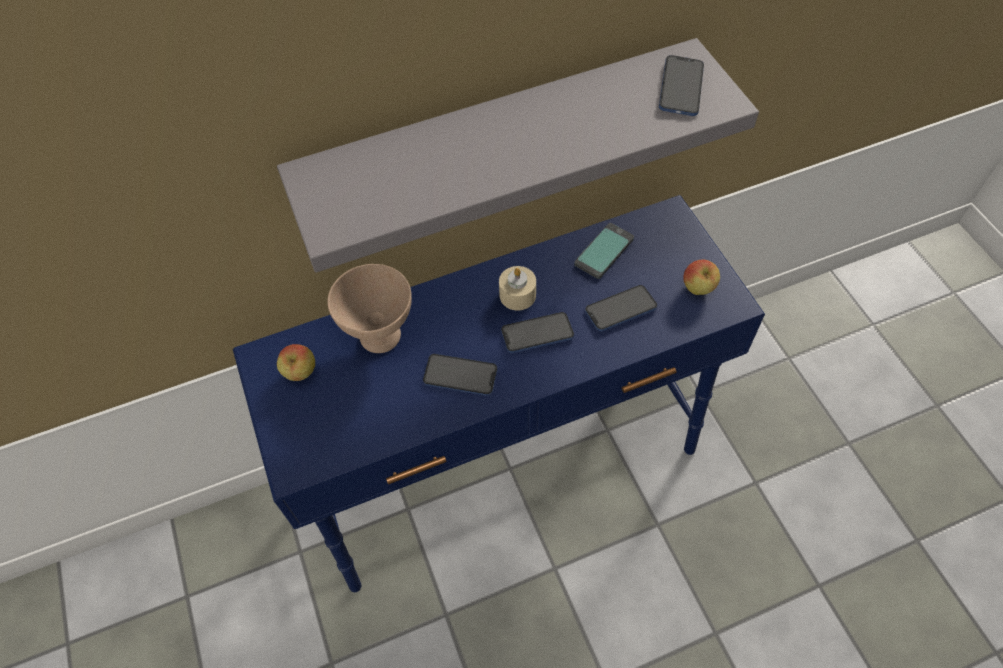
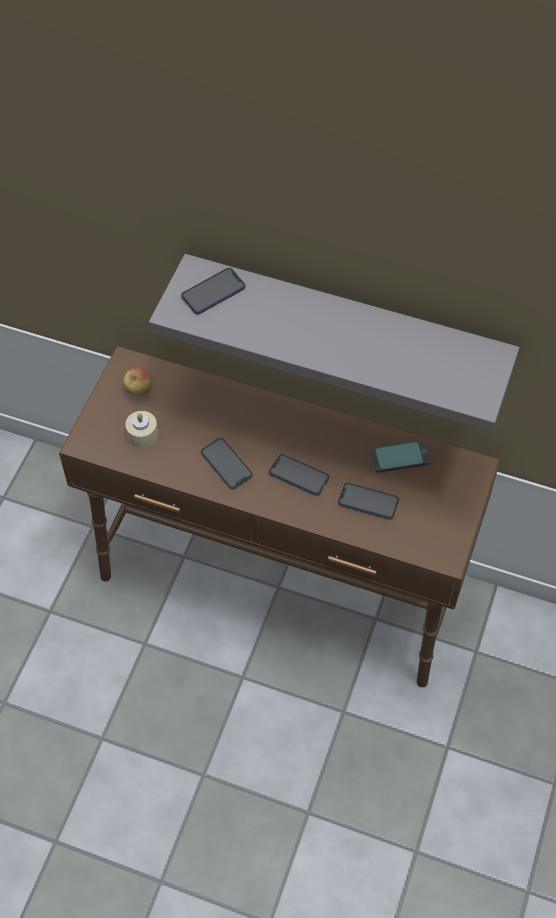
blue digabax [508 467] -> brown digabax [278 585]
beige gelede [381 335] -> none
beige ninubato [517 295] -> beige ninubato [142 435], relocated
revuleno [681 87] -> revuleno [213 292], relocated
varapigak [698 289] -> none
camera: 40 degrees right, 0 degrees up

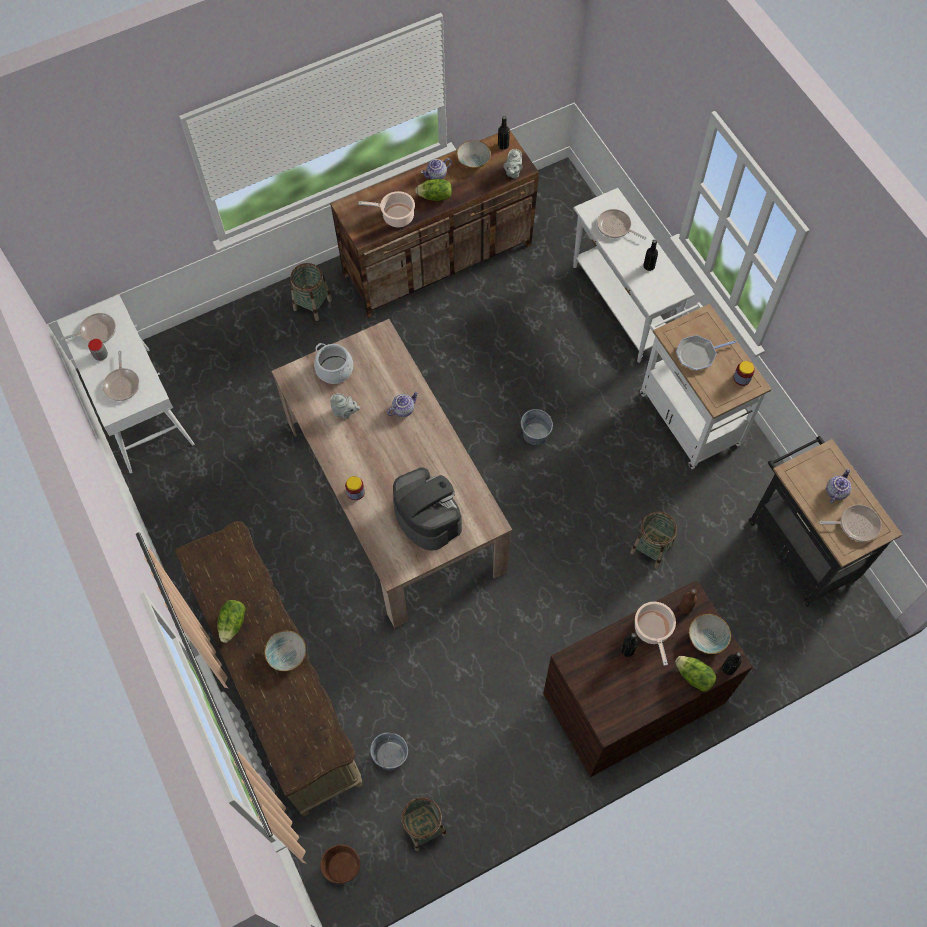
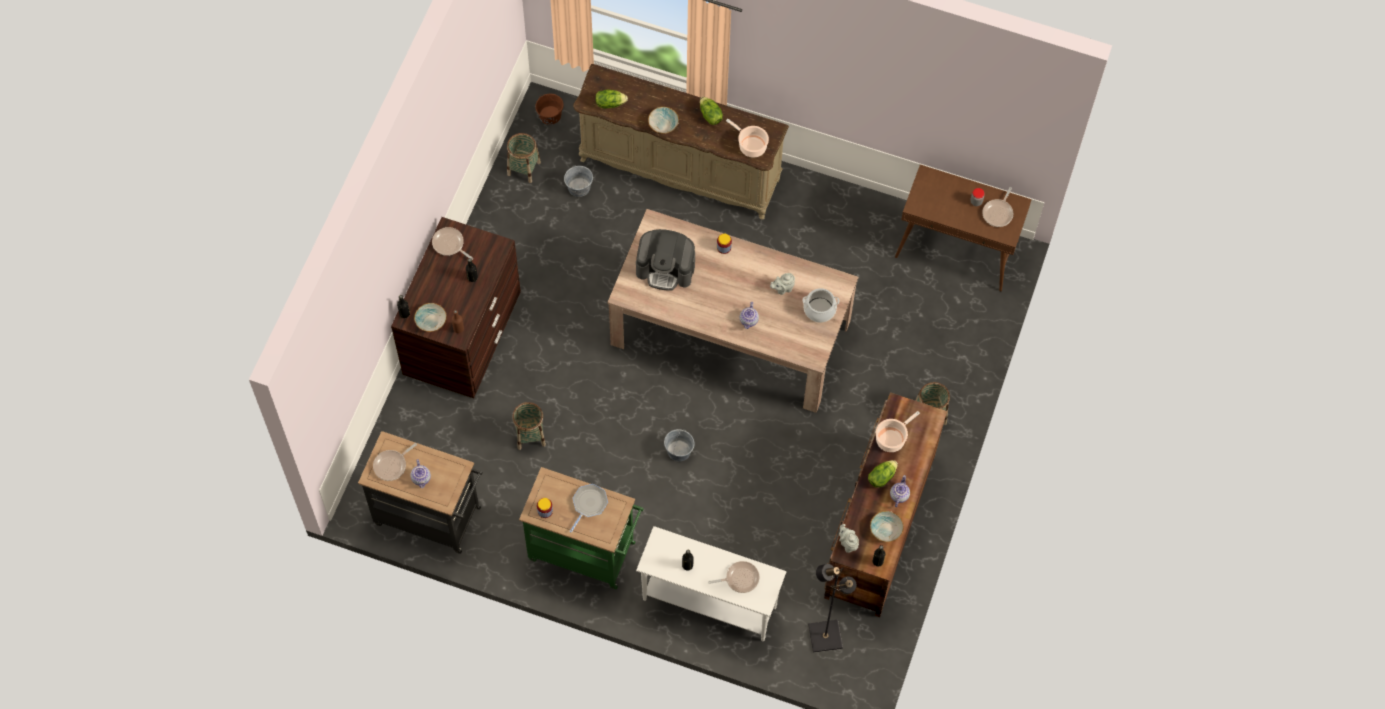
white digabax [139 409] -> brown digabax [957 249]
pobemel [122 384] -> pobemel [449 244], relocated
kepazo [653 630] -> kepazo [751 145], relocated
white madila [687 416] -> green madila [585 552]
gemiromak [694 677] -> gemiromak [610 103], relocated
none -> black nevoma [825 636]
camera: 135 degrees right, 0 degrees up

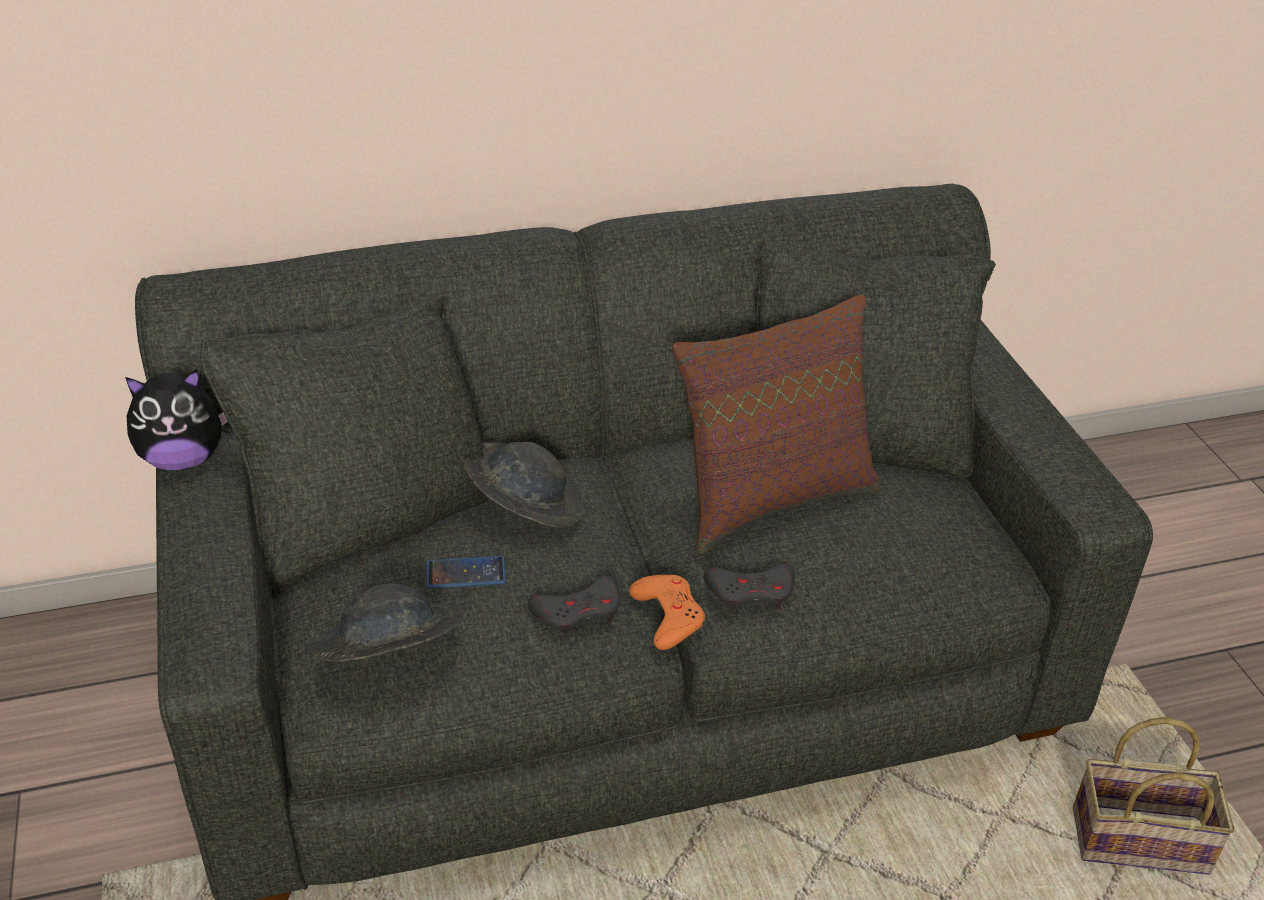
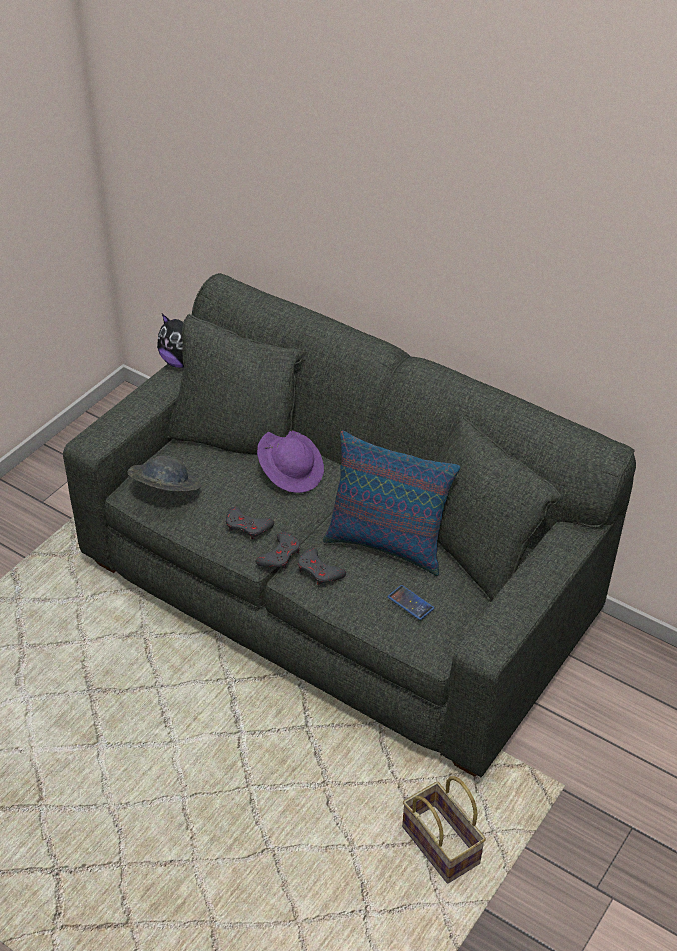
revuleno [466 573] -> revuleno [410 603], relocated
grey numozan [523 507] -> purple numozan [291 473]
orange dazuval [668 616] -> grey dazuval [280 555]
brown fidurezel [774 503] -> blue fidurezel [386 546]
camera: 50 degrees right, 5 degrees up

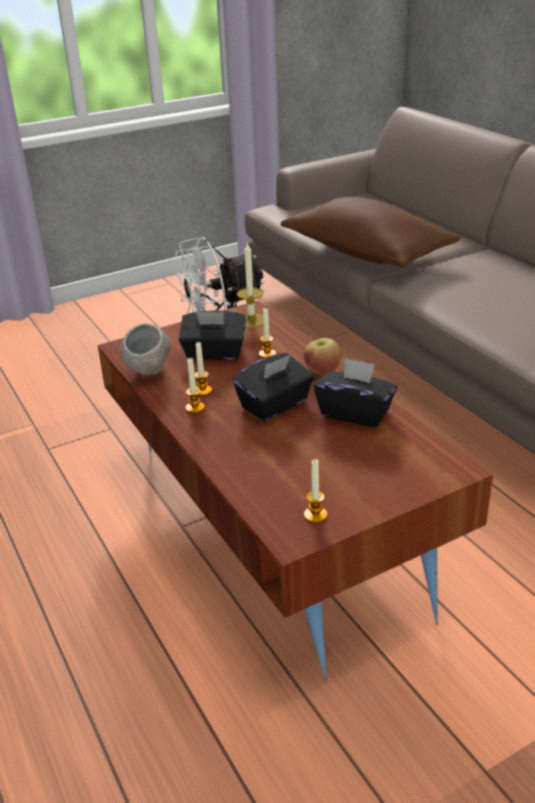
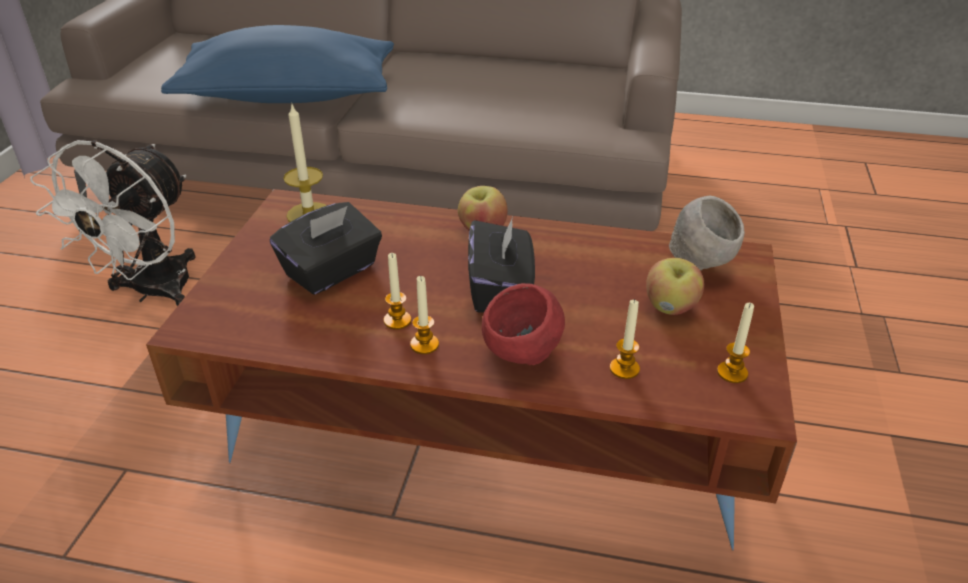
grey gelede [149 373] -> grey gelede [700 266], relocated
ninubato [267 354] -> ninubato [624 369], relocated
brown fidurezel [367 254] -> blue fidurezel [289 96]
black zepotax [355 413] -> none
none -> red gelede [522 360]
none -> varapigak [671 307]
camera: 50 degrees left, 5 degrees up

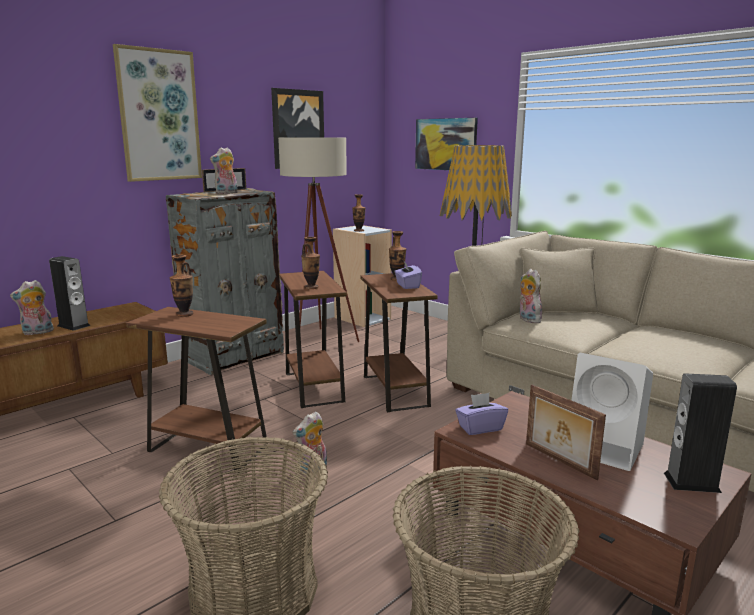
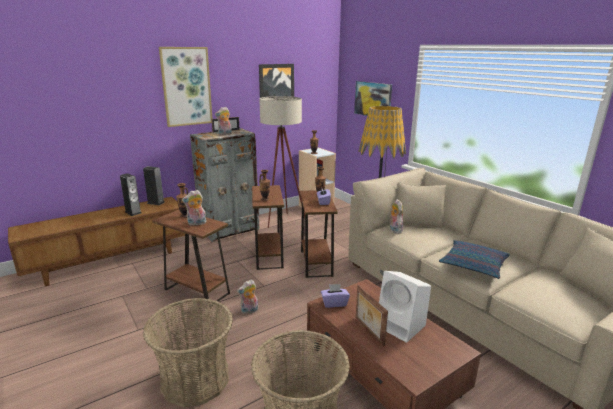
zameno [37 332] -> zameno [196 223], relocated
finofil [691 482] -> finofil [156 202], relocated
none -> blue fidurezel [473 266]
camera: 10 degrees right, 5 degrees up

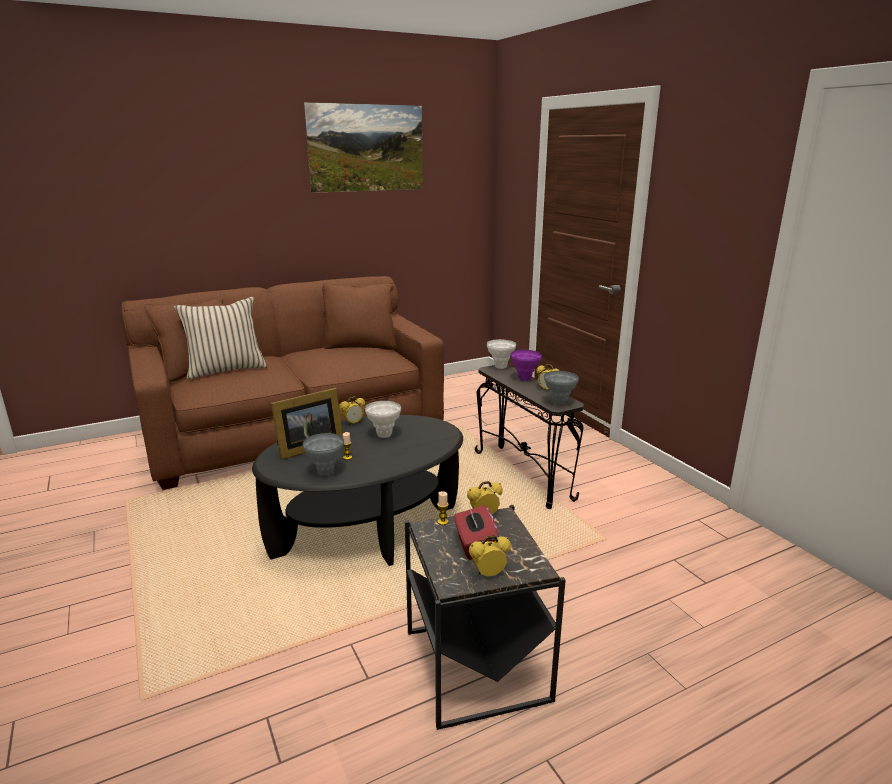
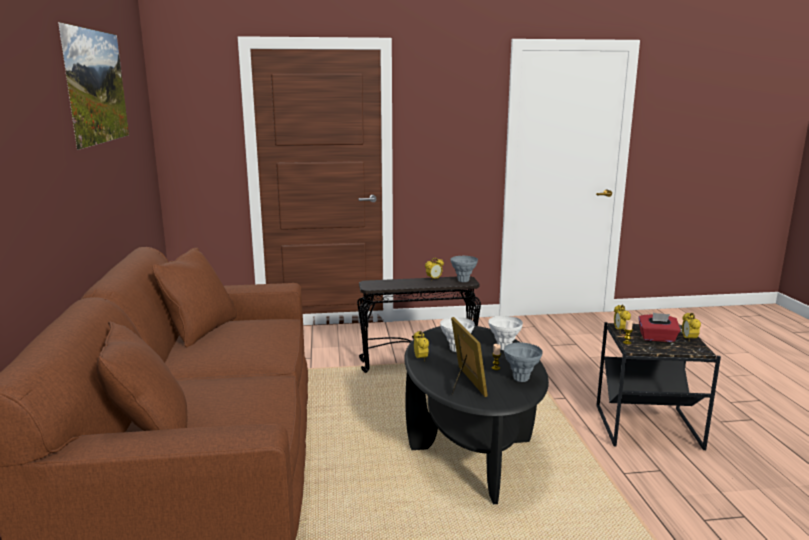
beige fidurezel [226 369] -> none
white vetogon [500 367] -> white vetogon [504 348], relocated
purple vetogon [524 379] -> none
camera: 70 degrees left, 5 degrees down

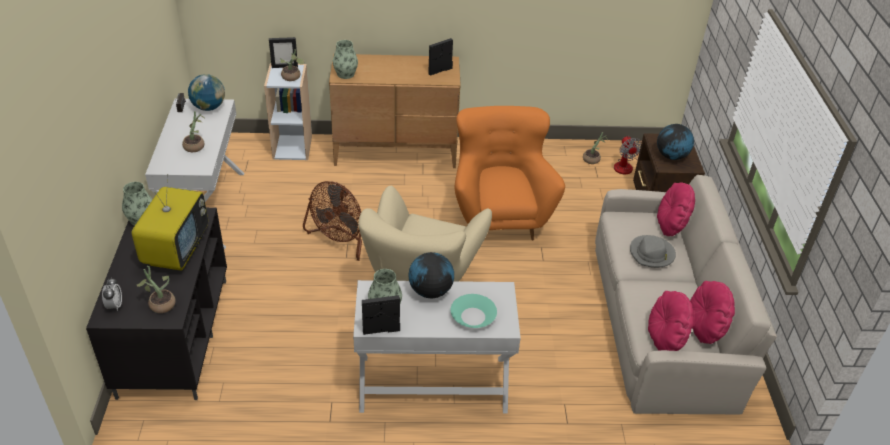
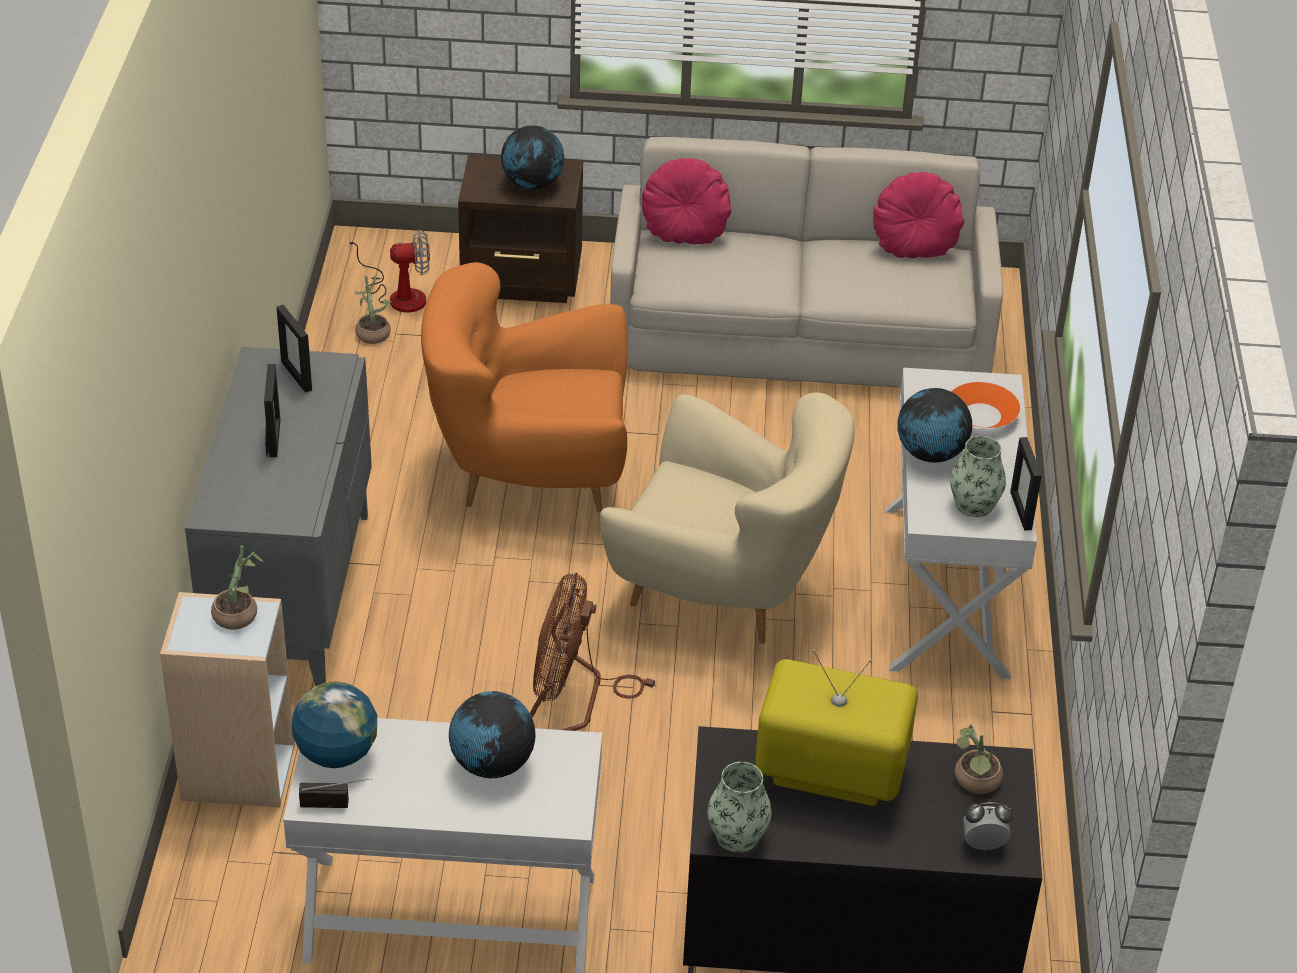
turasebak [196 146] -> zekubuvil [492 764]
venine [284 66] -> venine [273 438], relocated
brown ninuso [339 238] -> brown ninuso [574 695], 150 degrees clockwise
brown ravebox [396 152] -> grey ravebox [293 600]
vetogon [345 74] -> none
turquoise gelede [473 316] -> orange gelede [981 415]
grey numozan [652 254] -> none
pink fidurezel [665 340] -> none
camera: 85 degrees left, 0 degrees up

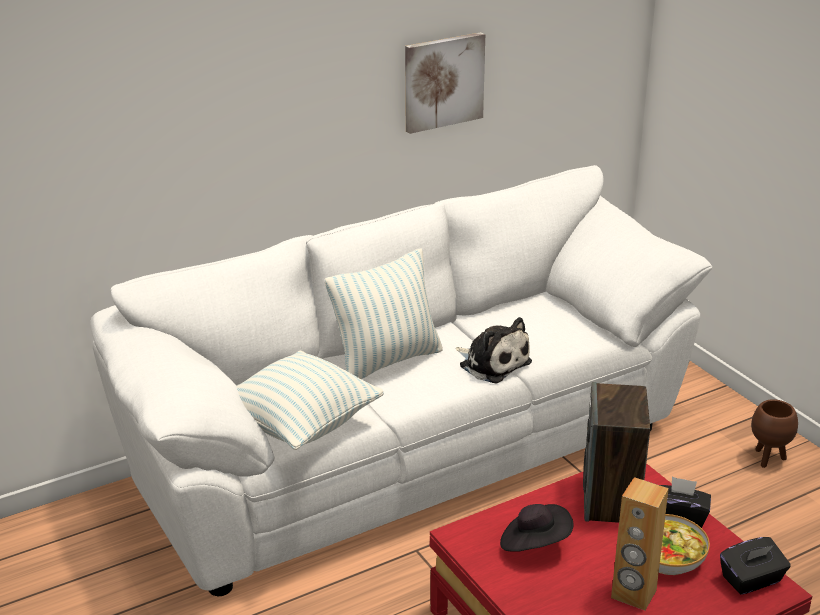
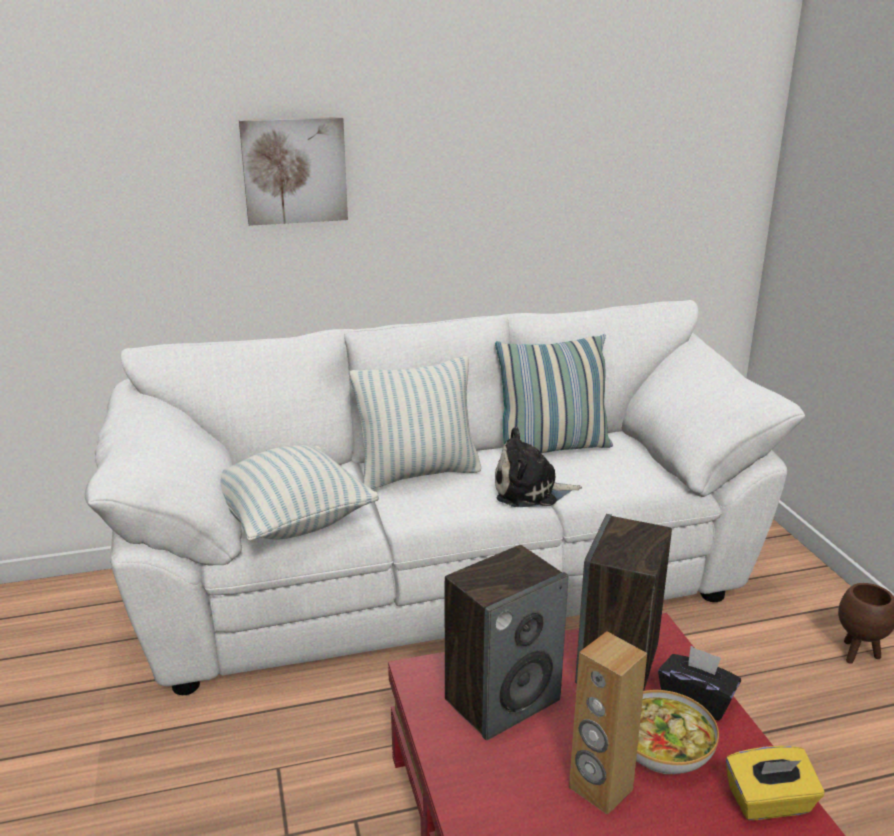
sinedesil [443 81] -> sinedesil [294 170], relocated
zameno [492 363] -> zameno [530 491], 120 degrees clockwise
black numozan [534 544] -> finofil [502 699]
black zepotax [751 580] -> yellow zepotax [769 803]
none -> fidurezel [552 449]
camera: 15 degrees right, 5 degrees down

